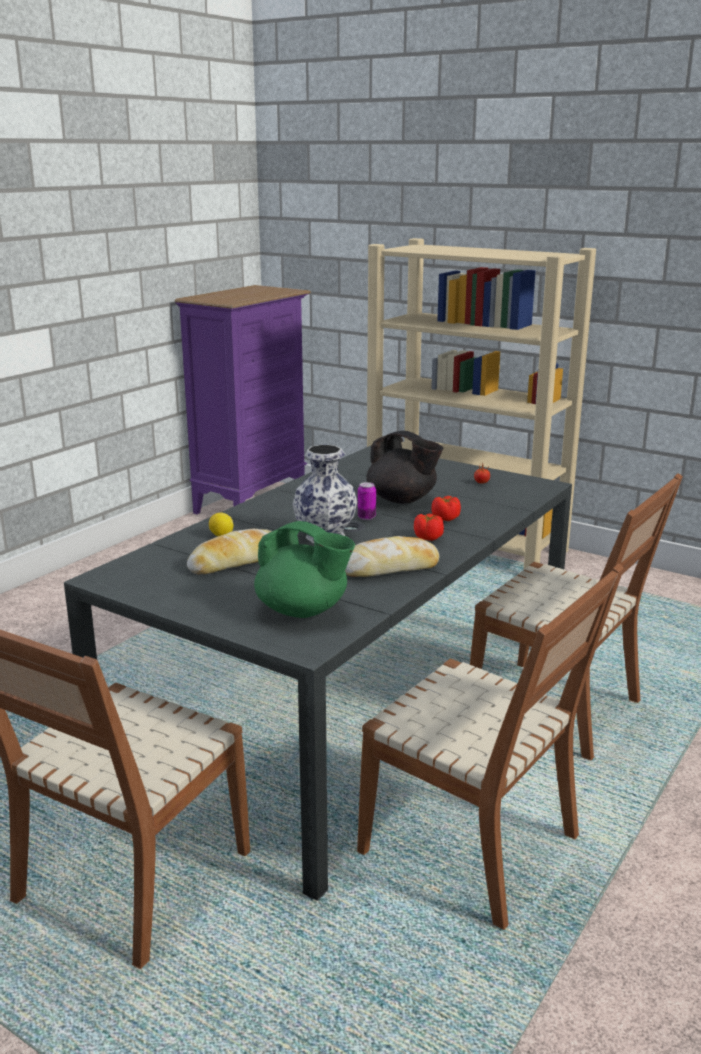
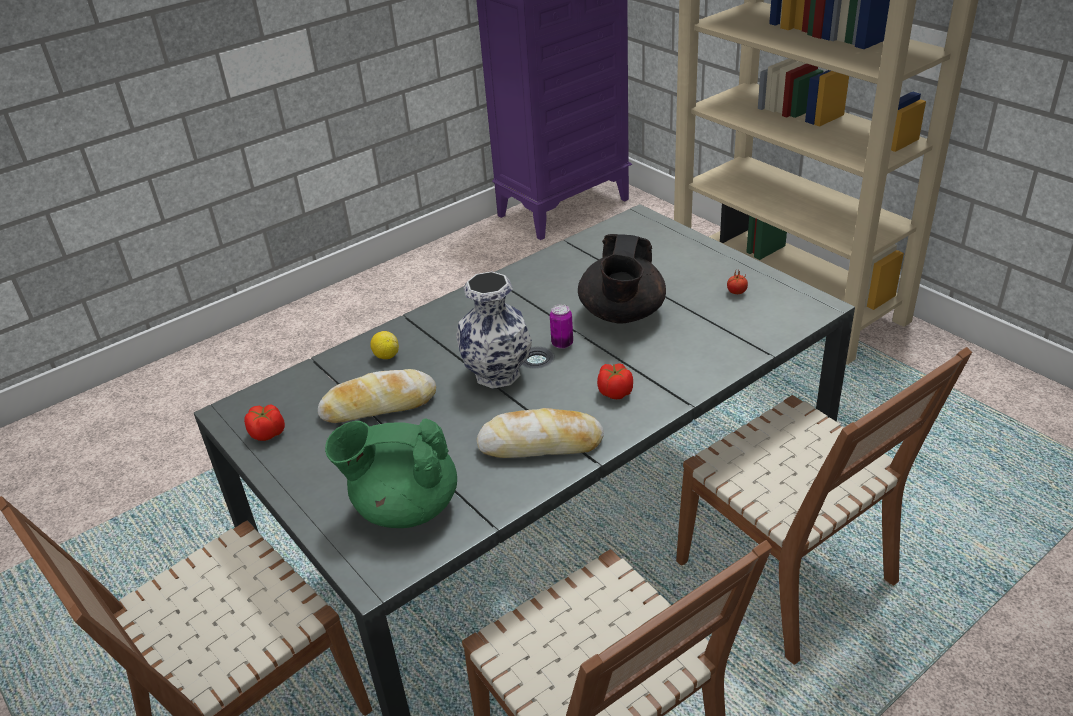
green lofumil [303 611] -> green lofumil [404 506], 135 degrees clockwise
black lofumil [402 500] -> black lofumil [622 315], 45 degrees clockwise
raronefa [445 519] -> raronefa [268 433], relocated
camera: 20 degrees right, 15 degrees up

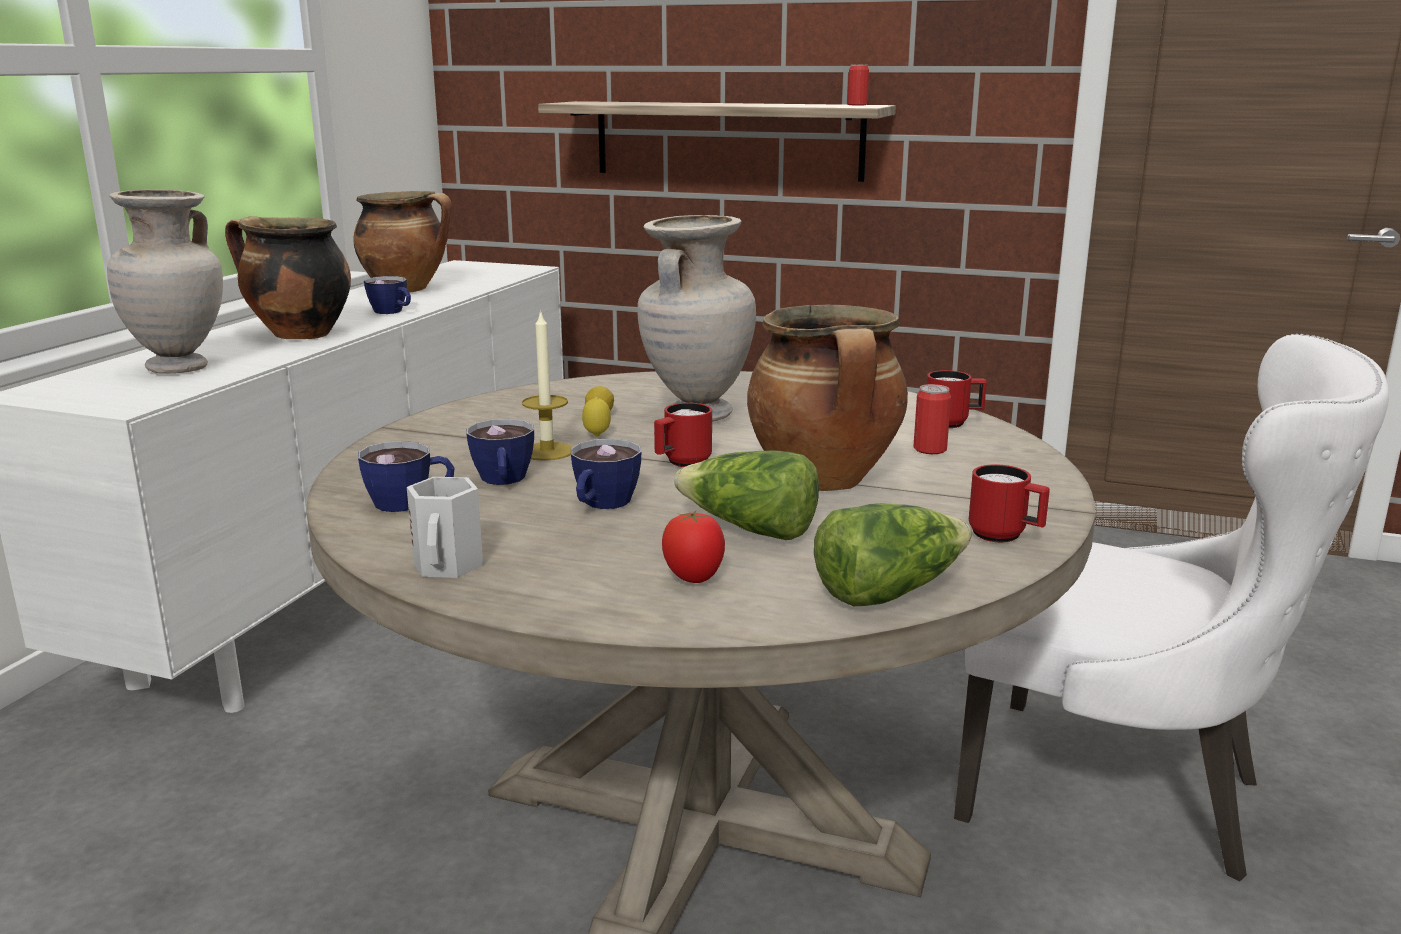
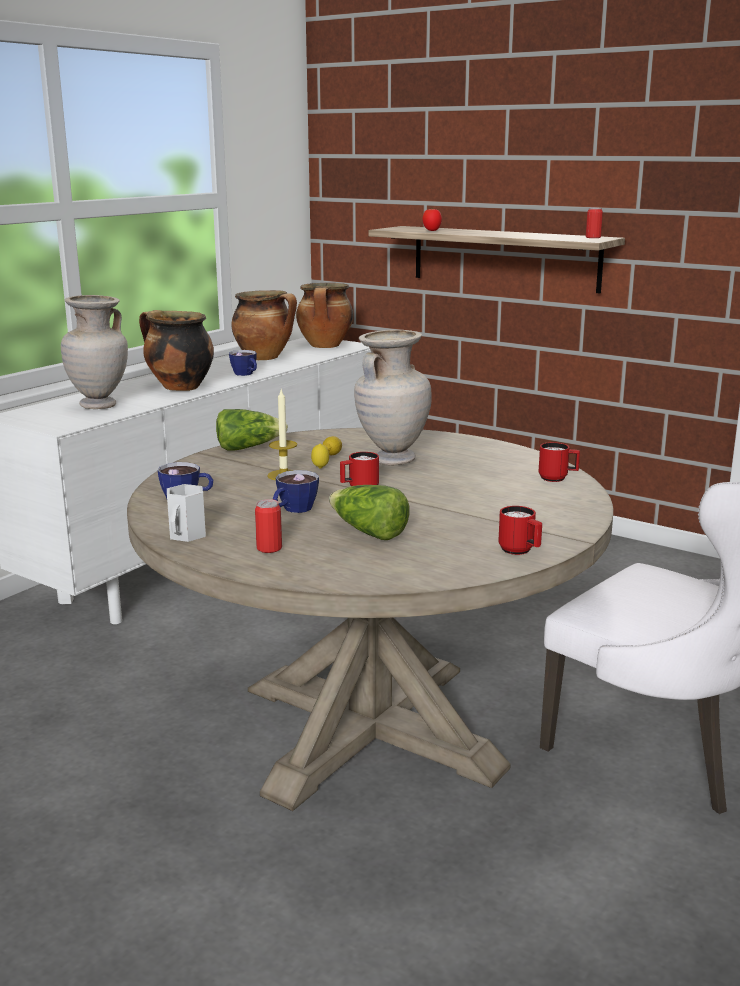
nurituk [503 481] -> none
raronefa [694 579] -> raronefa [432 231], relocated
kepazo [826 481] -> kepazo [325 346], relocated
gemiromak [888 591] -> gemiromak [248 447], relocated
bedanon [930 449] -> bedanon [269 548], relocated
camera: 15 degrees right, 0 degrees up

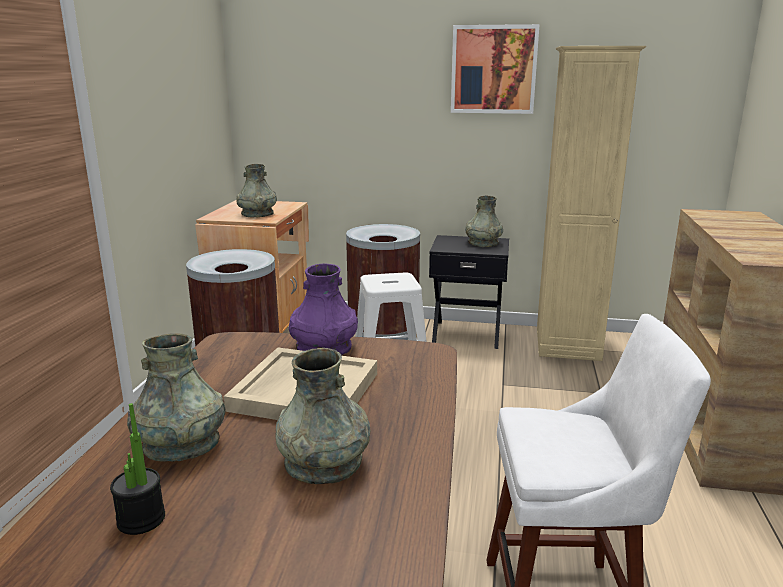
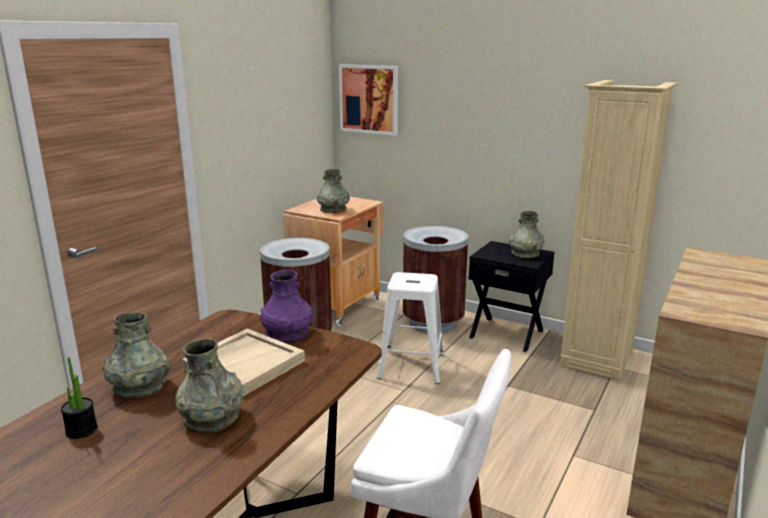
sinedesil [493 69] -> sinedesil [369 99], relocated
camera: 20 degrees right, 0 degrees up

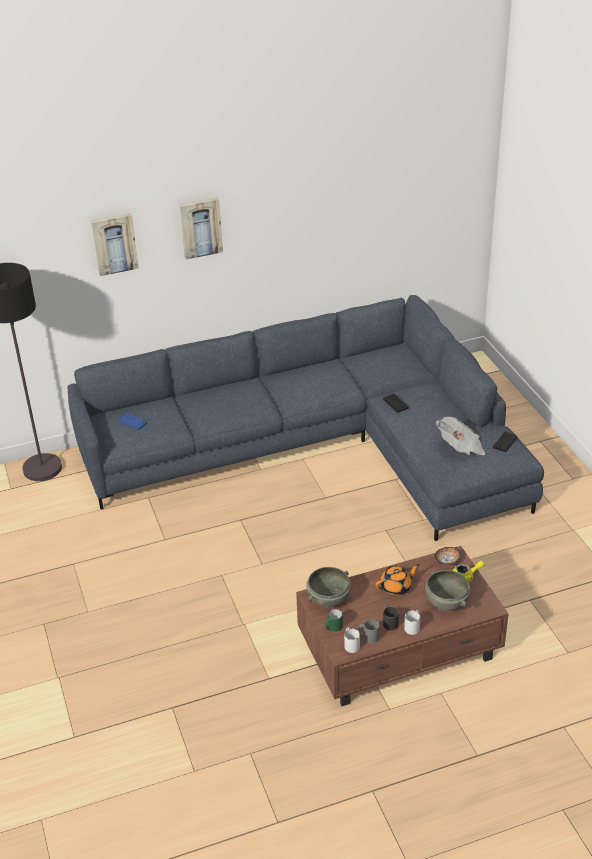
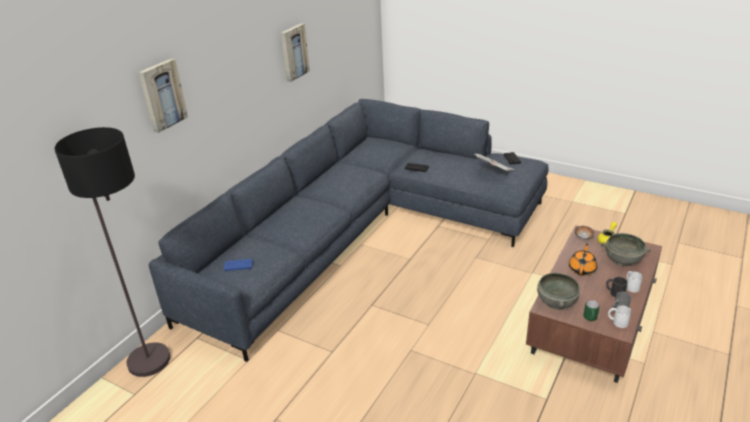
sinedesil [200 227] -> sinedesil [293 52], relocated
camera: 40 degrees left, 5 degrees down

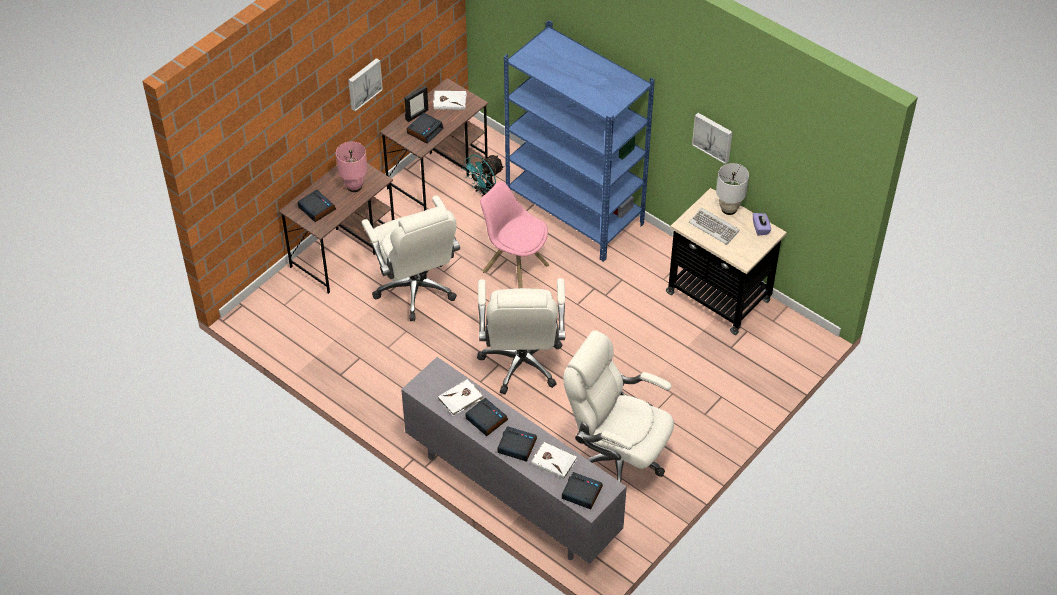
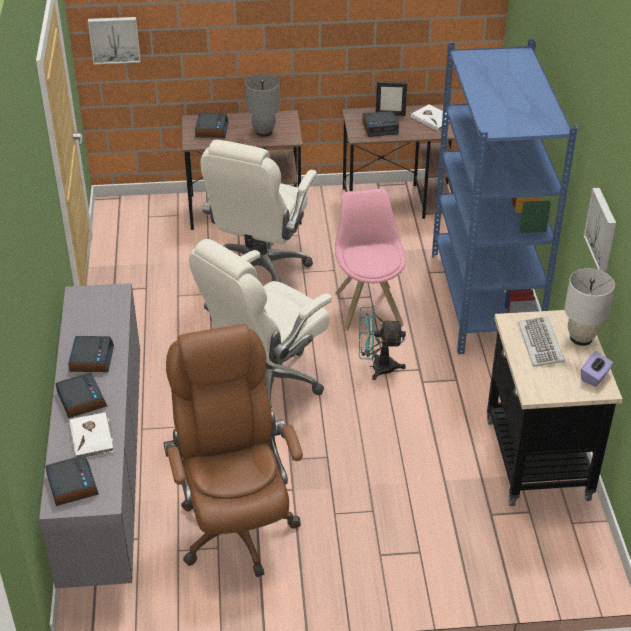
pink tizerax [354 186] -> grey tizerax [263 132]
sinedesil [363 83] -> sinedesil [114 39], relocated
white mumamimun [461 399] -> none
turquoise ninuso [485 193] -> turquoise ninuso [376 367], relocated
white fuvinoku [617 460] -> brown fuvinoku [236 528]
camera: 45 degrees right, 10 degrees down

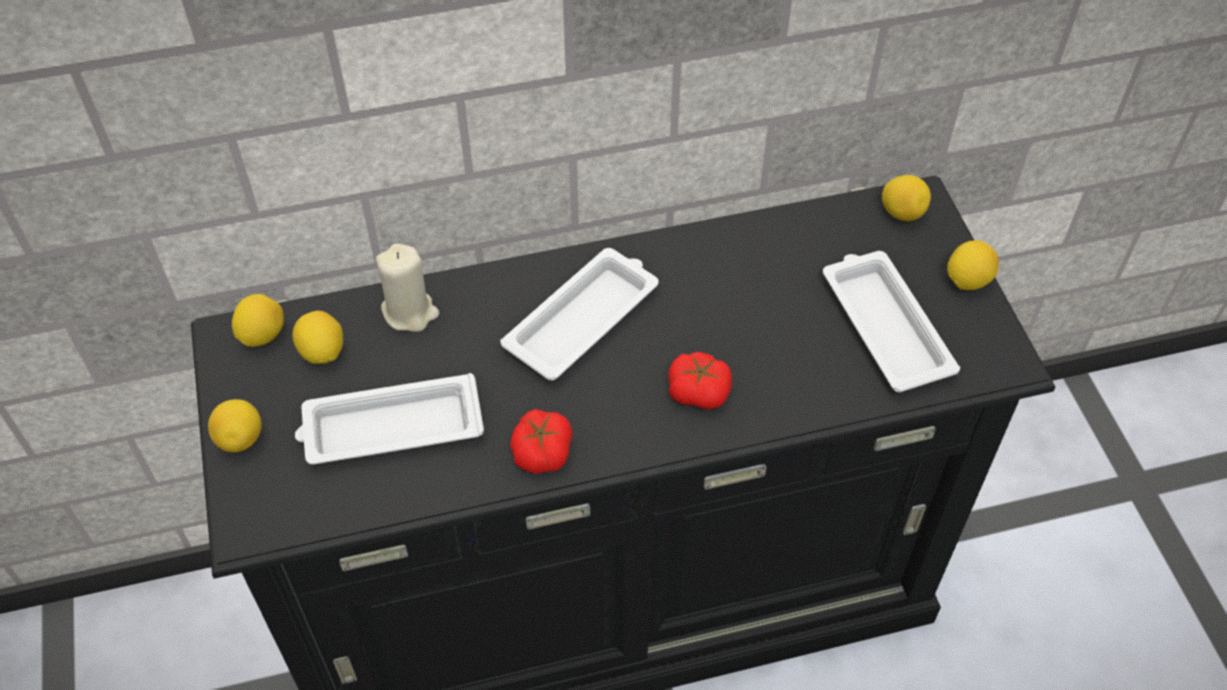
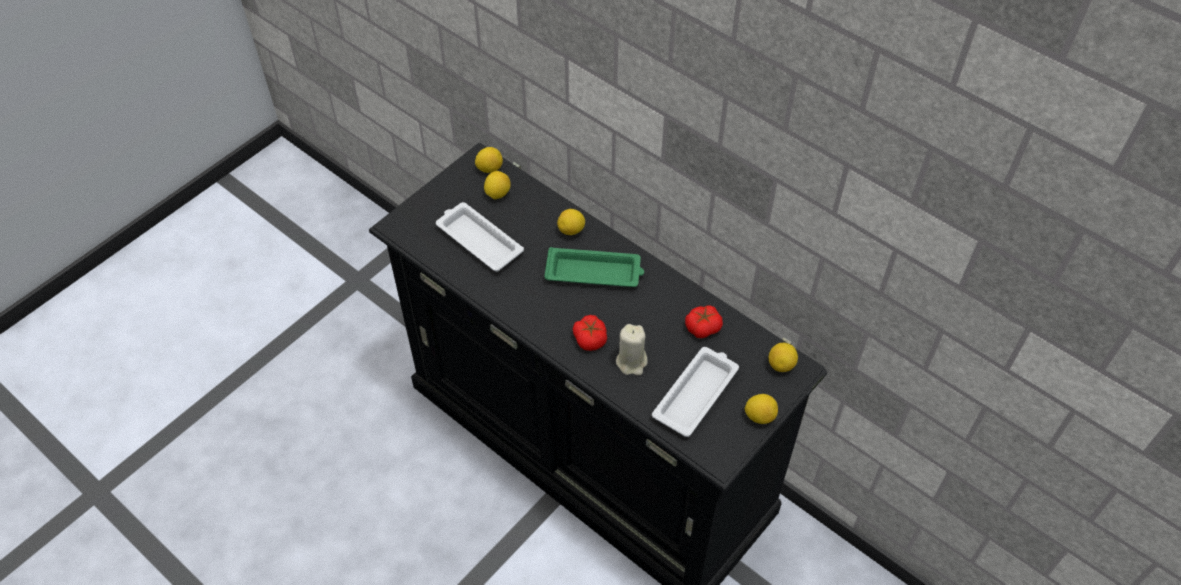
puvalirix [241 439] -> puvalirix [571 230], relocated
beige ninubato [410 312] -> beige ninubato [631 362], relocated
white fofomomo [584 318] -> green fofomomo [595 272]
raronefa [541 451] -> raronefa [702 327], relocated
camera: 55 degrees right, 0 degrees up

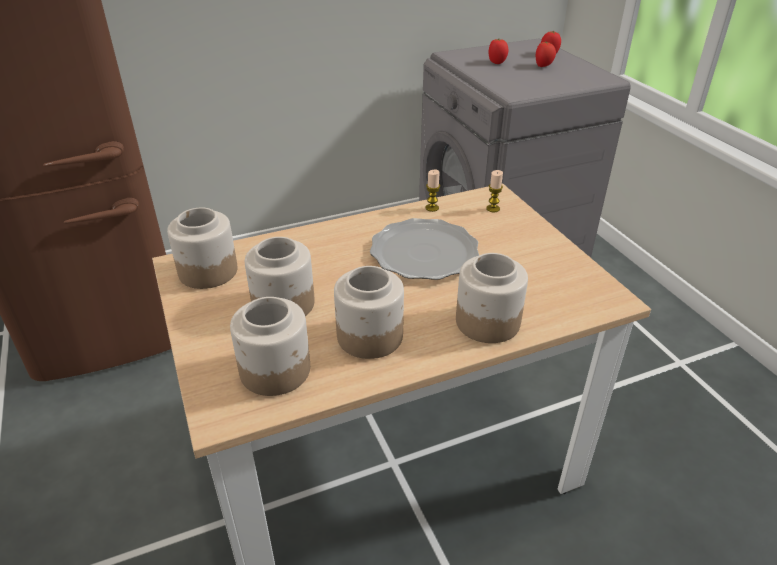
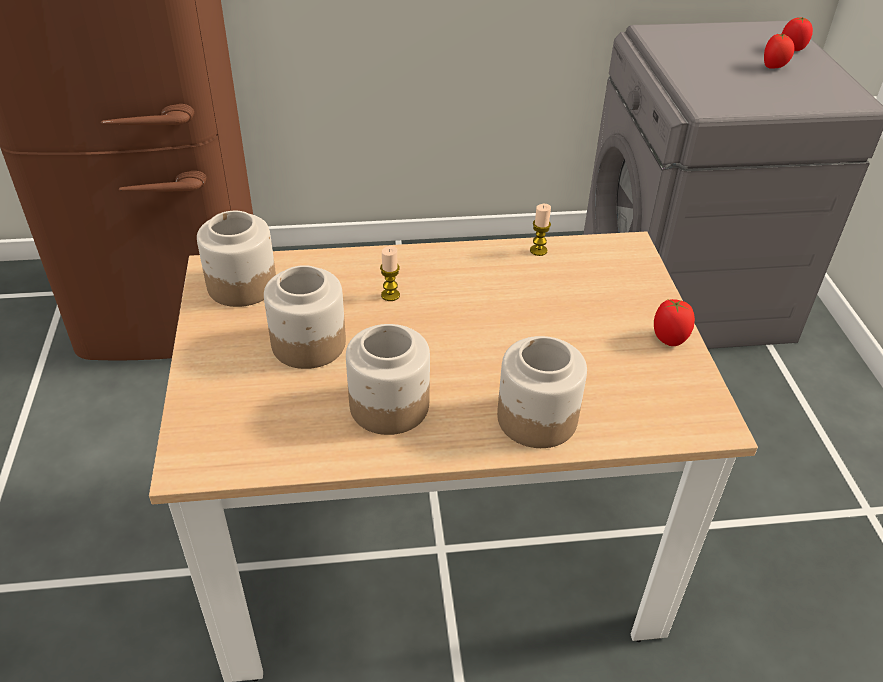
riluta [276 370] -> none
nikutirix [423 253] -> none
ninubato [493 209] -> ninubato [390 295], relocated
raronefa [497 62] -> raronefa [669 339], relocated
camera: 15 degrees right, 5 degrees up

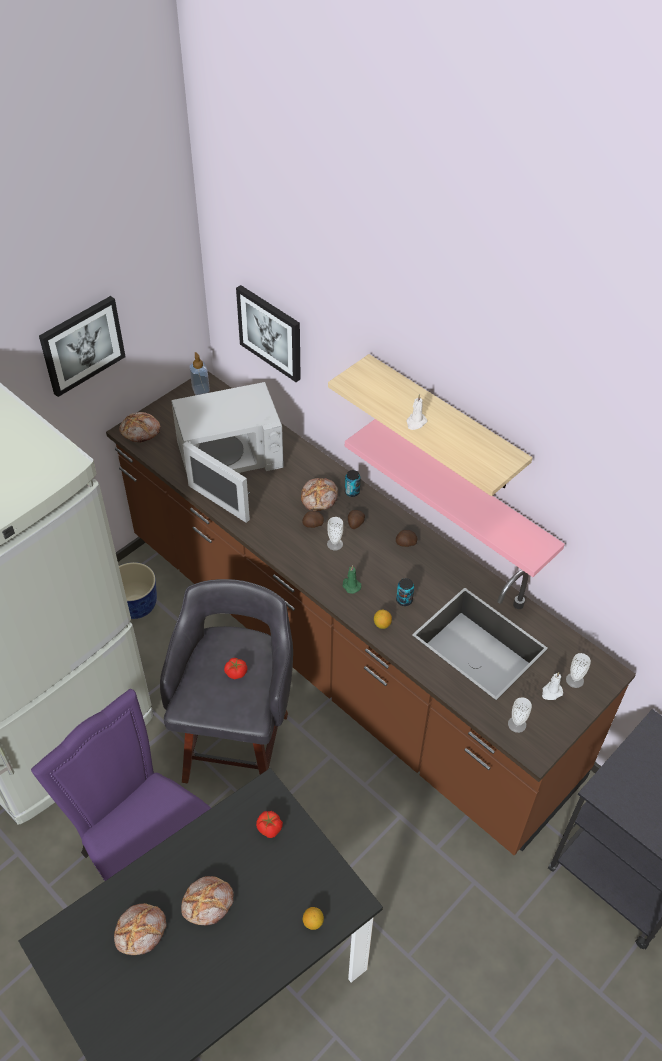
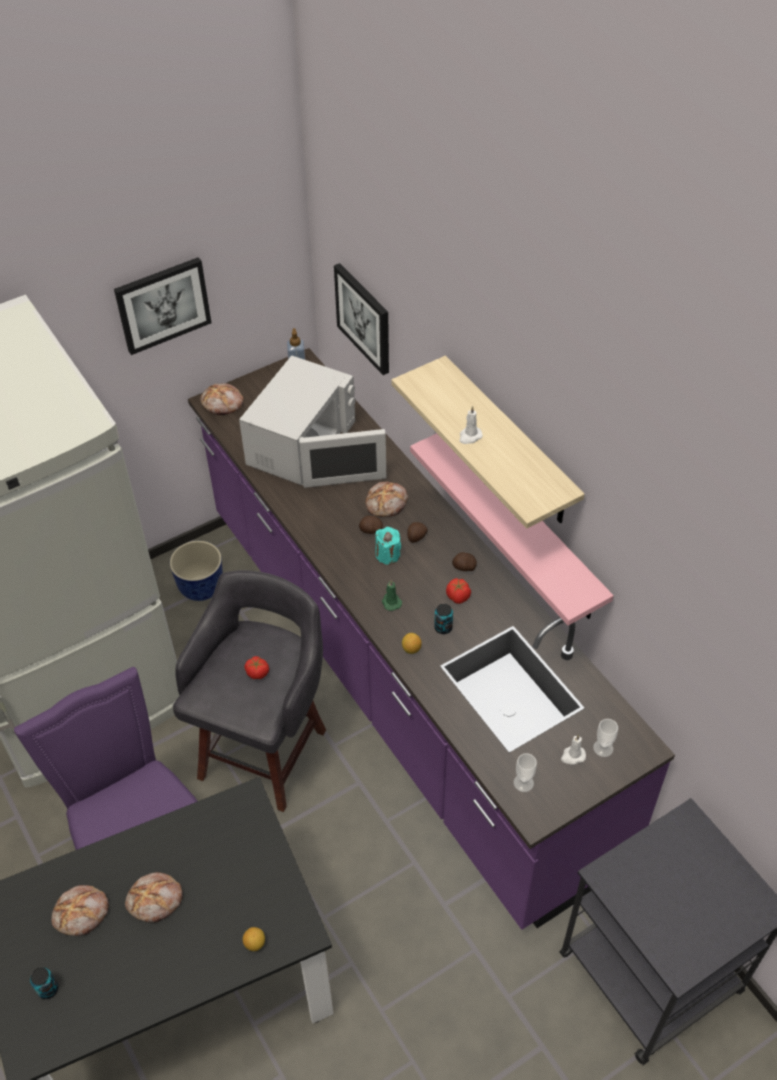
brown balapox [329 643] -> purple balapox [390 664]
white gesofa [228 459] -> white gesofa [304 447], 60 degrees counterclockwise
raronefa [269 829] -> raronefa [458 597], relocated
nurituk [335 544] -> turquoise ninubato [387 555]
bedanon [352 492] -> bedanon [48 989], relocated
camera: 15 degrees right, 0 degrees up

